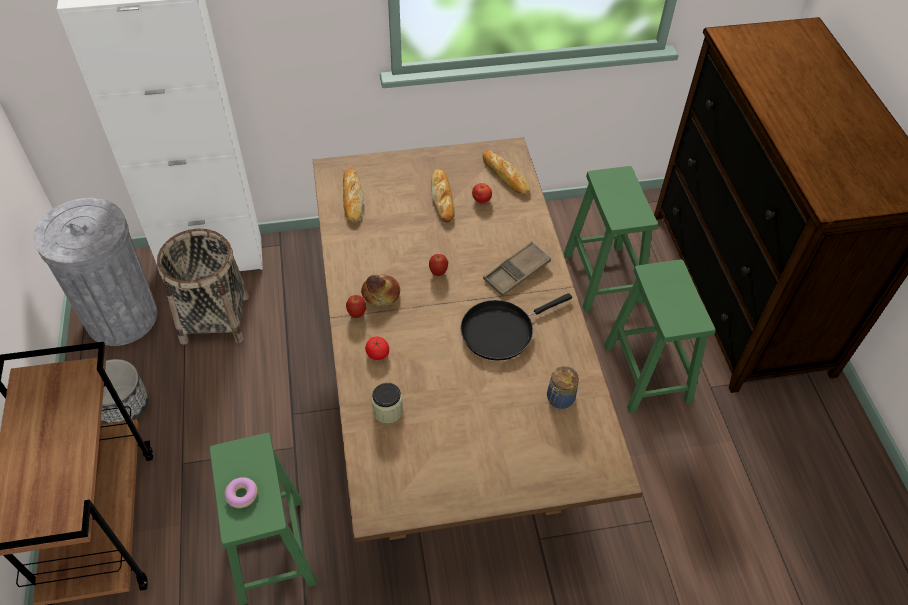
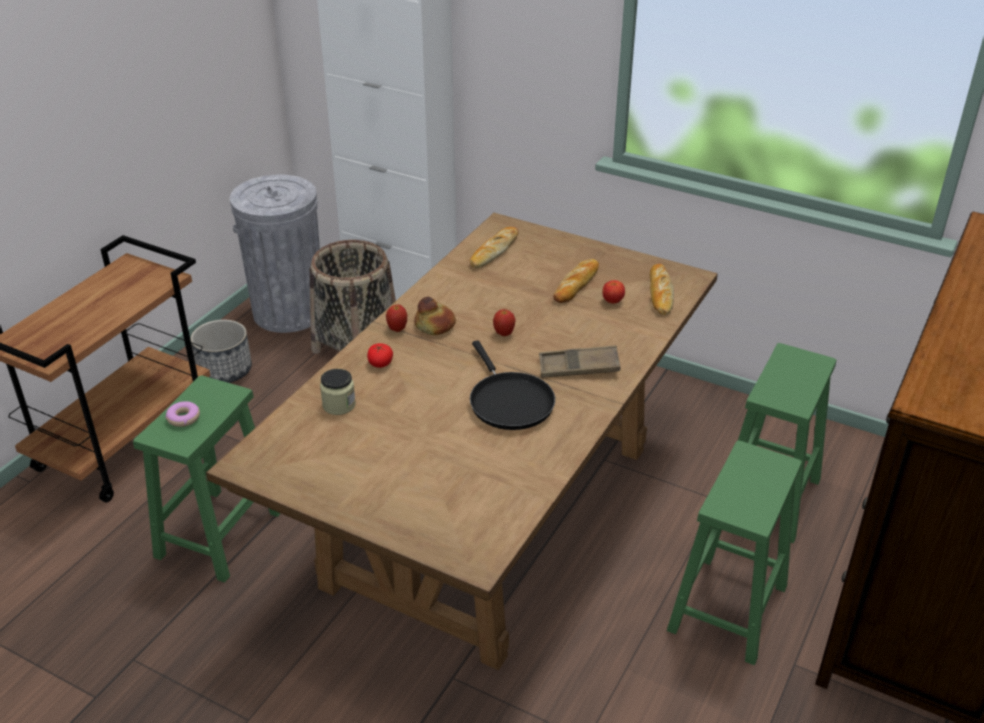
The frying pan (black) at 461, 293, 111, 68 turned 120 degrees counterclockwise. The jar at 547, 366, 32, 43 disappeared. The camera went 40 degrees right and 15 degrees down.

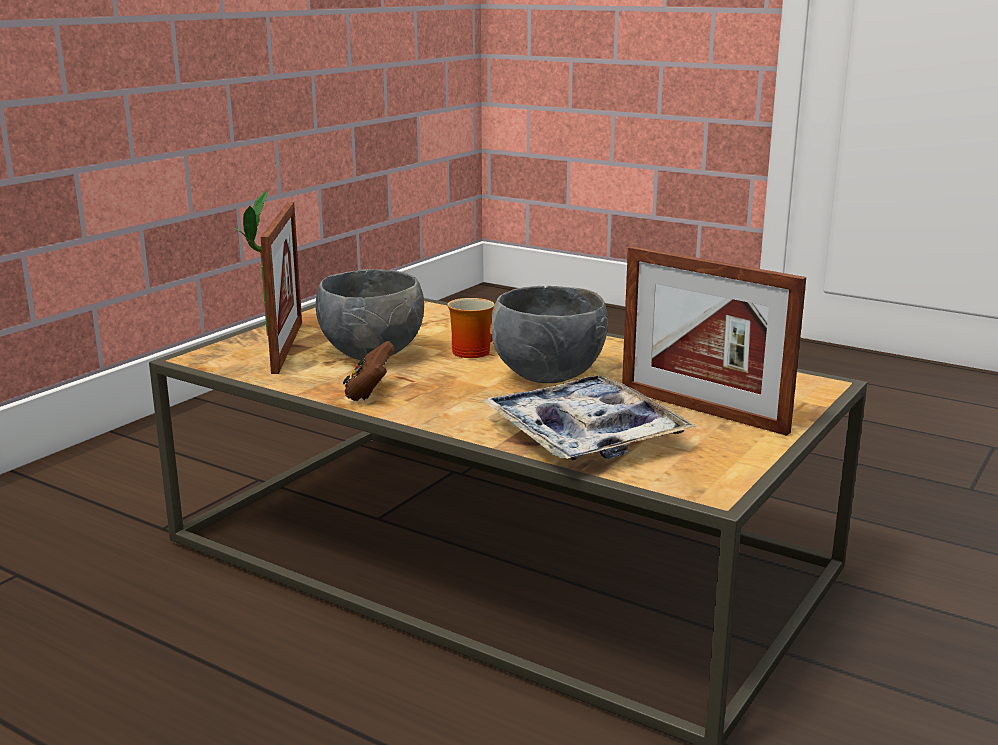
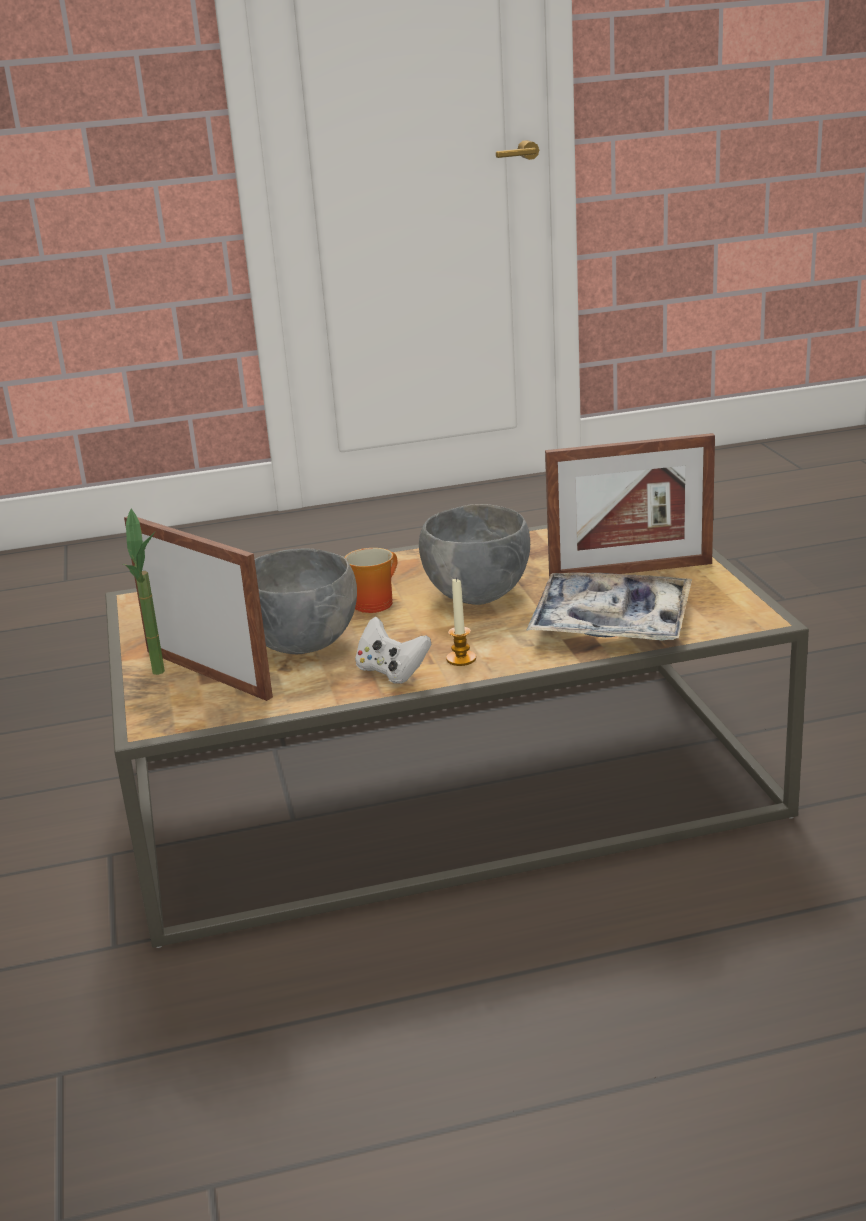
The game controller (brown) at 343, 341, 52, 60 became the game controller (white) at 355, 617, 77, 67. The candle at 446, 578, 30, 88 appeared. The camera went 45 degrees left and 5 degrees up.

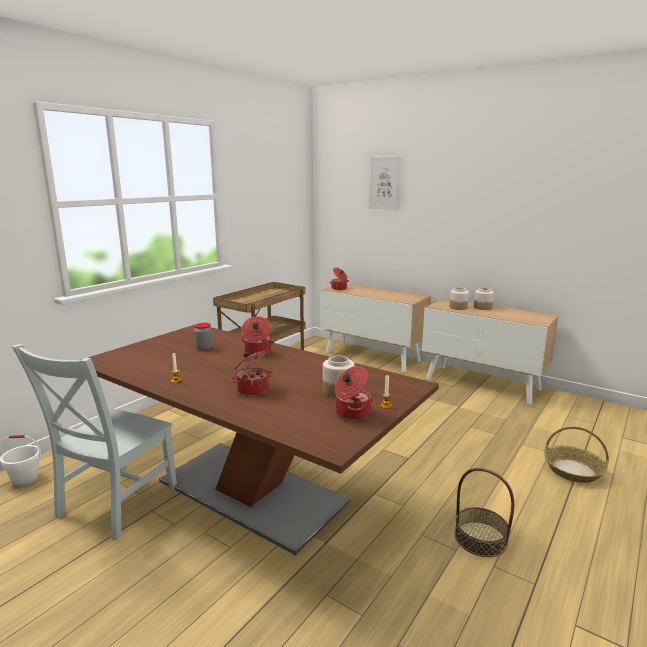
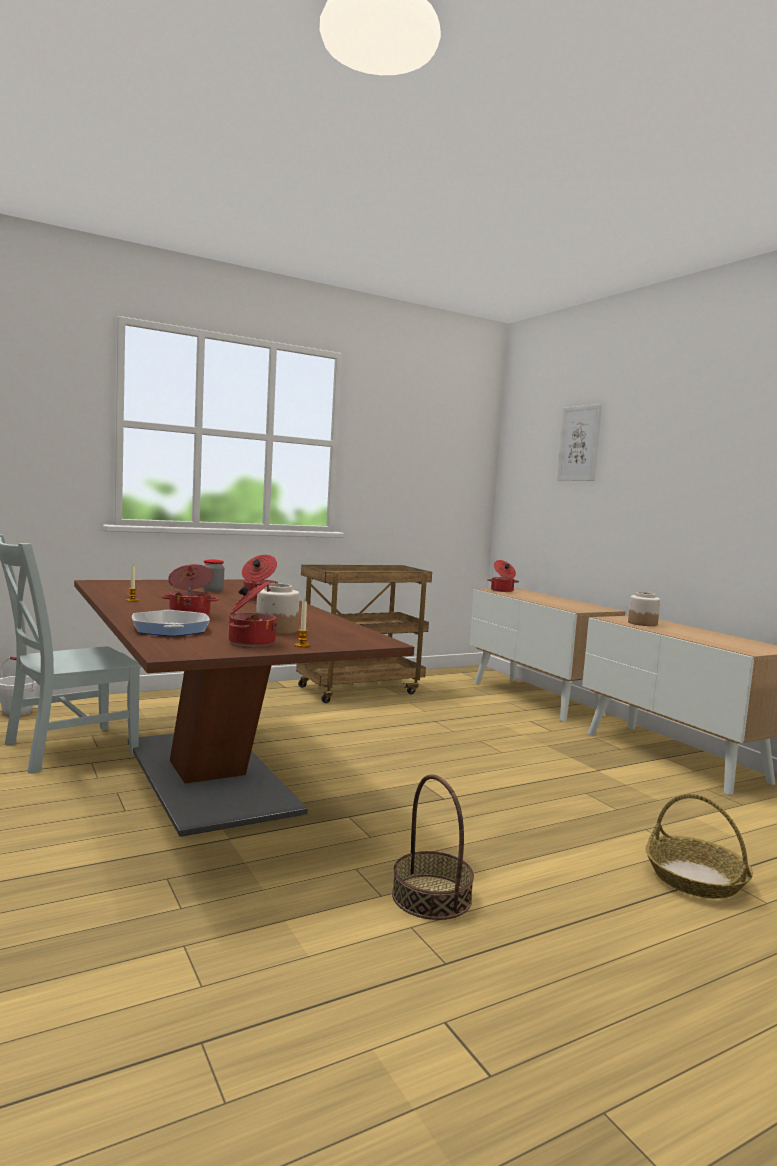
The jar at 474, 288, 20, 22 disappeared. The frying pan at 132, 610, 78, 26 appeared. The camera went 25 degrees right and 10 degrees down.

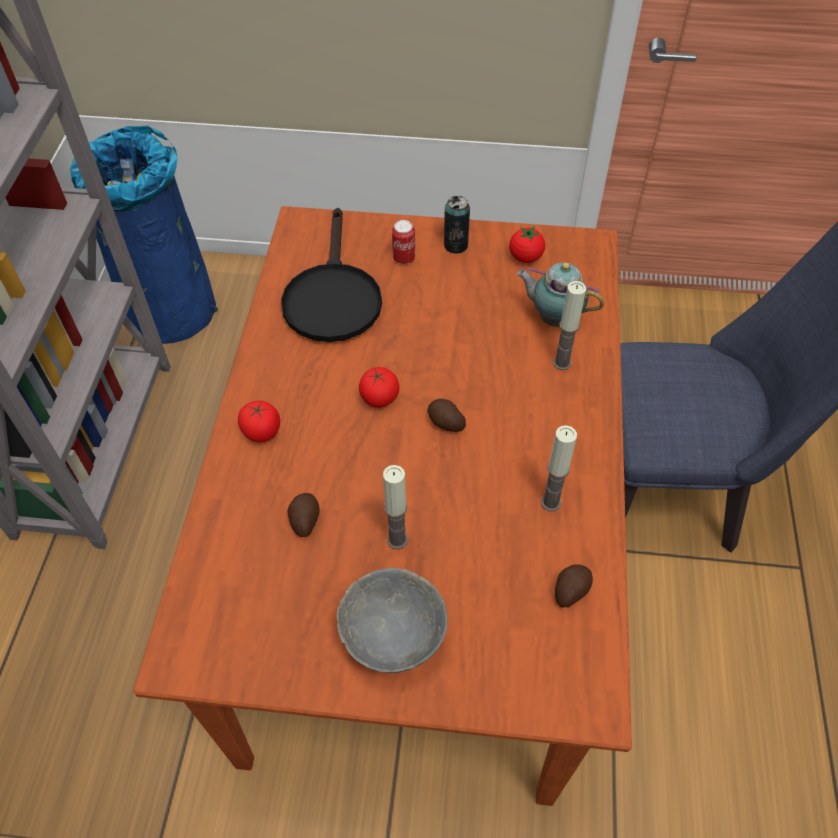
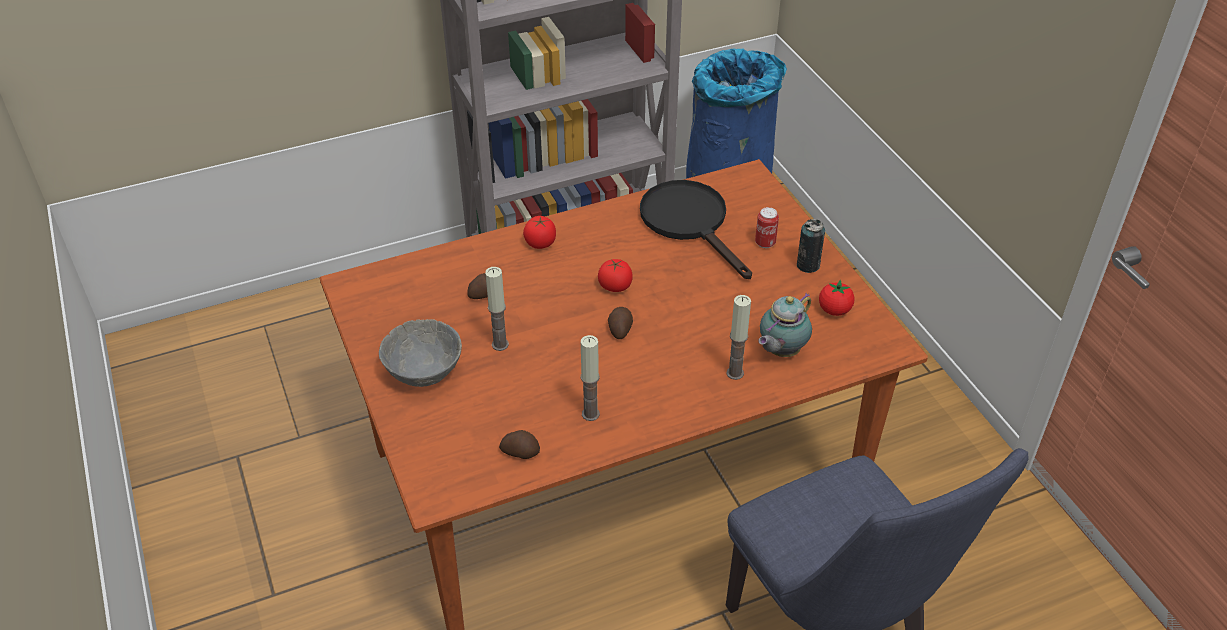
The frying pan (black) at 281, 208, 101, 134 turned 90 degrees clockwise. The teapot at 517, 262, 87, 65 turned 135 degrees counterclockwise. The camera went 60 degrees right and 10 degrees down.

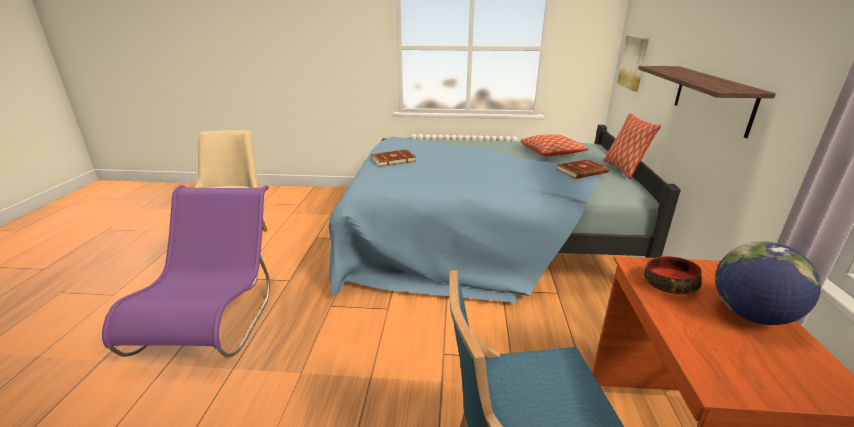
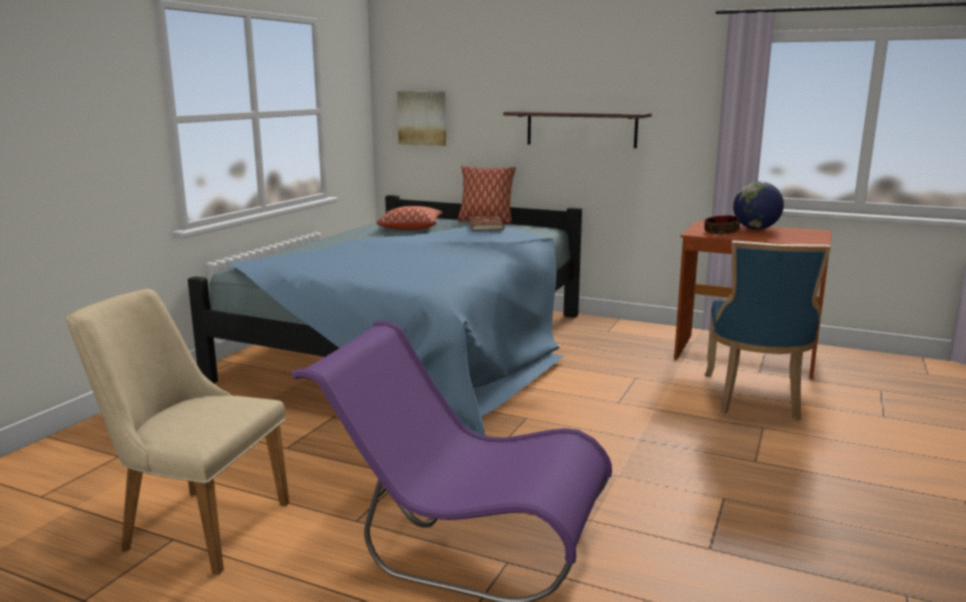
The book (brown) at 371, 150, 45, 17 disappeared. The camera went 70 degrees left and 10 degrees down.

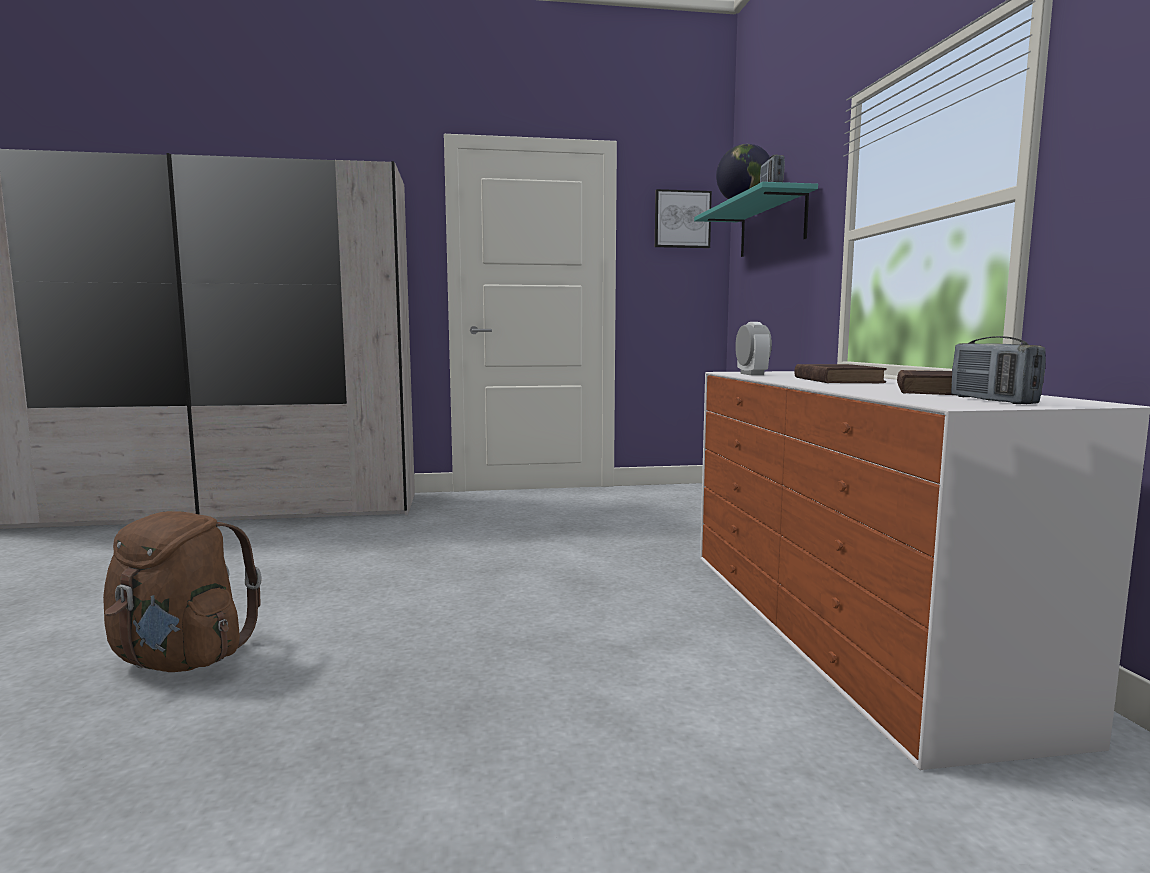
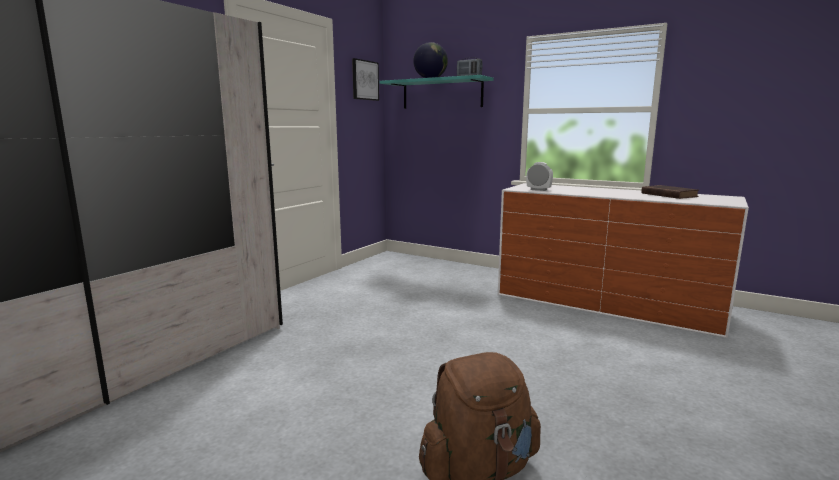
The book (brown) at 794, 364, 93, 19 disappeared. The radio at 951, 336, 95, 68 disappeared. The camera went 50 degrees left and 5 degrees up.

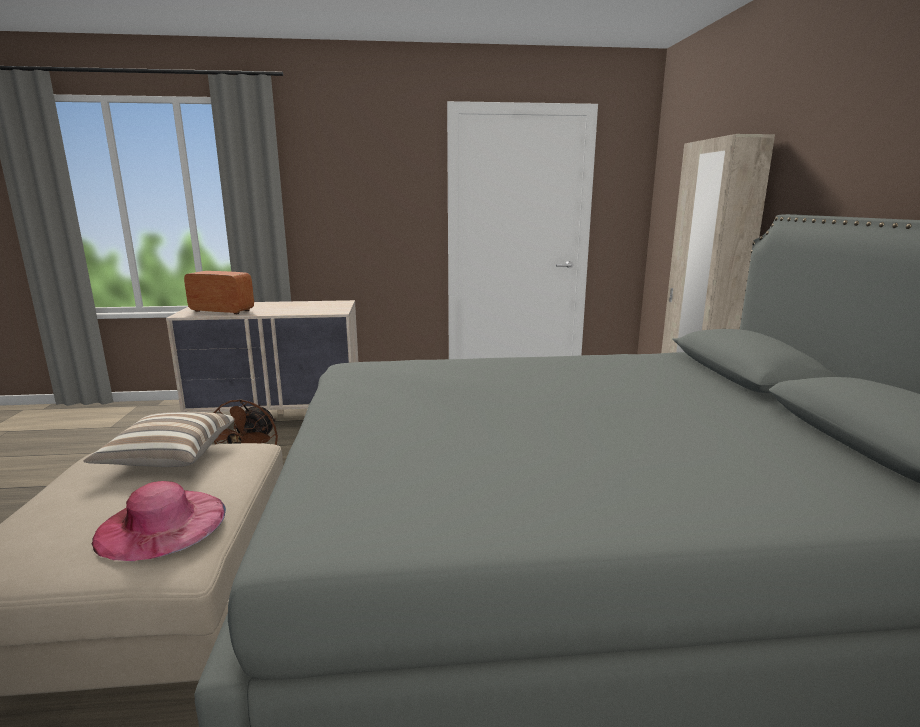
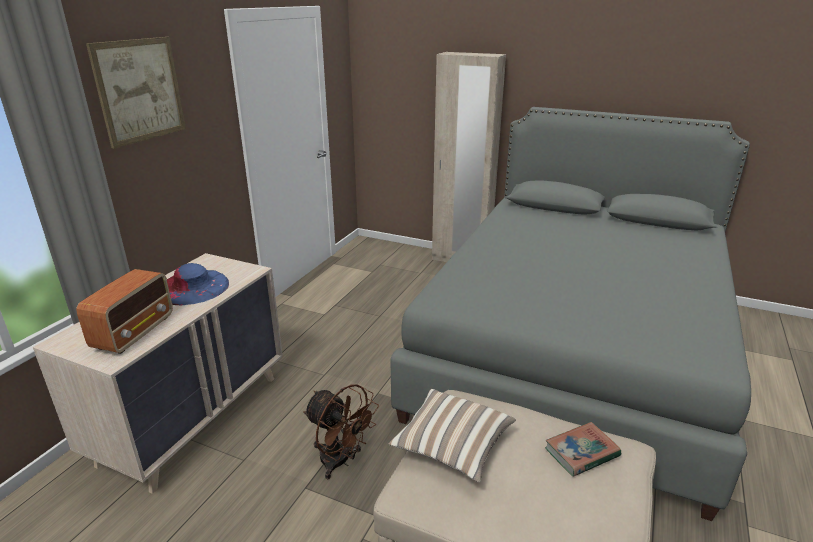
The hat (pink) at 92, 481, 134, 80 was replaced by the book at 545, 422, 76, 55. The radio at 184, 271, 70, 43 turned 150 degrees clockwise. The picture at 86, 37, 100, 112 appeared. The hat (blue) at 167, 263, 62, 42 appeared. The camera went 60 degrees left and 10 degrees up.

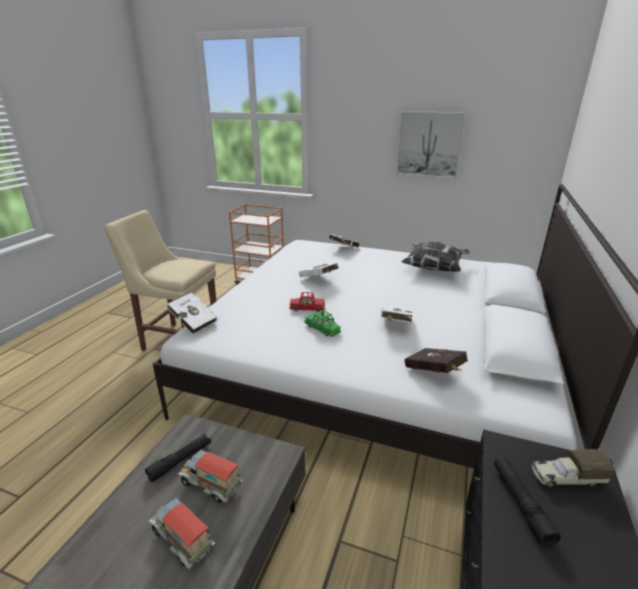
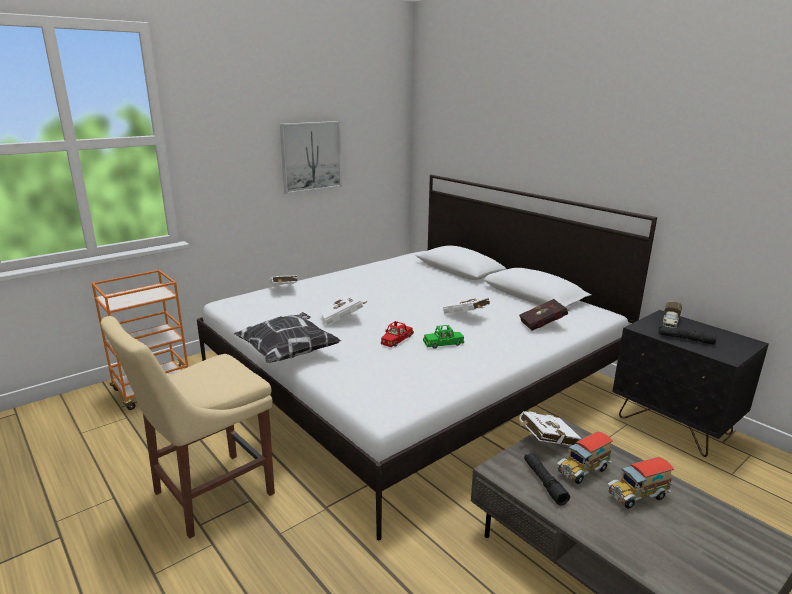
The book (white) moved from 167, 293, 51, 42 to 518, 411, 64, 35. The pillow moved from 401, 242, 69, 30 to 234, 312, 107, 51. The camera went 60 degrees left and 5 degrees down.

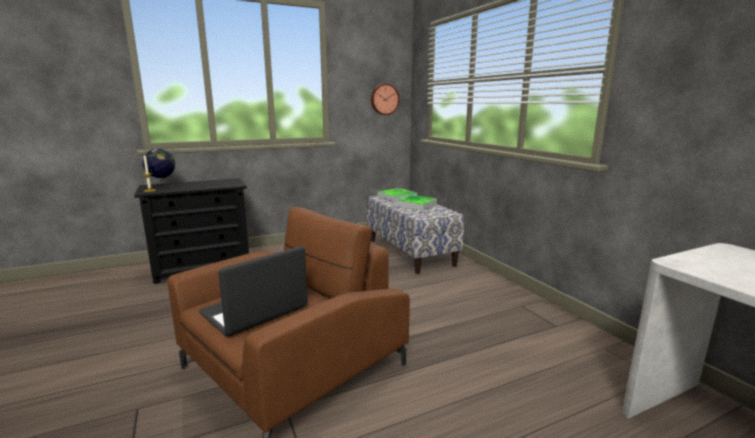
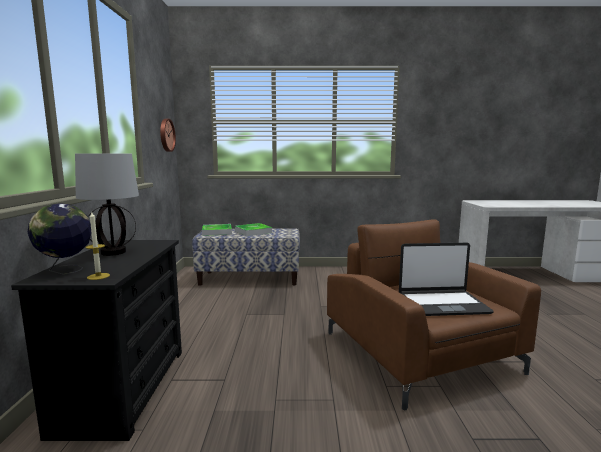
The laptop at 199, 246, 109, 90 turned 75 degrees counterclockwise. The table lamp at 75, 153, 64, 103 appeared. The camera went 65 degrees left and 5 degrees down.

